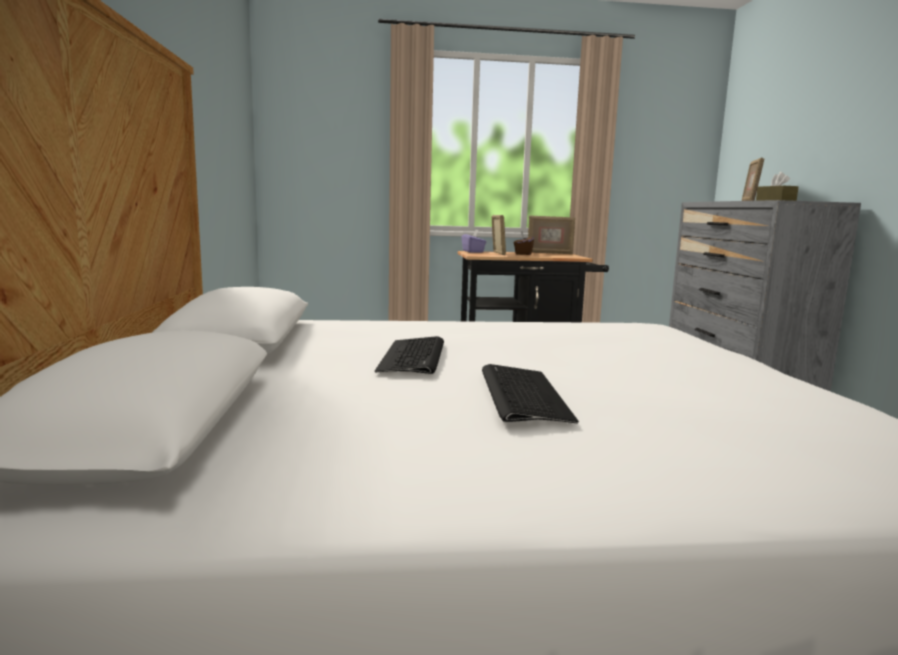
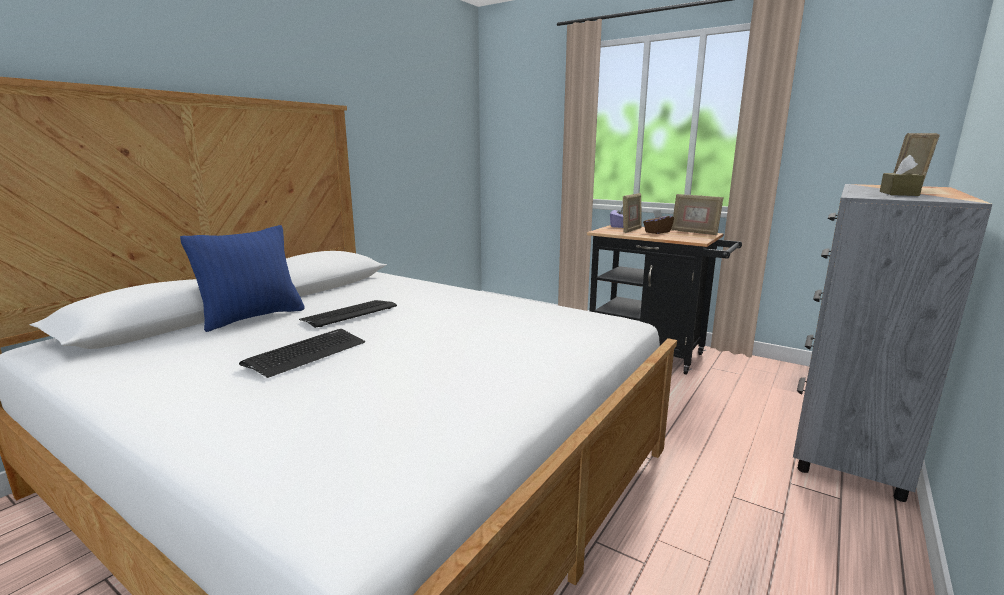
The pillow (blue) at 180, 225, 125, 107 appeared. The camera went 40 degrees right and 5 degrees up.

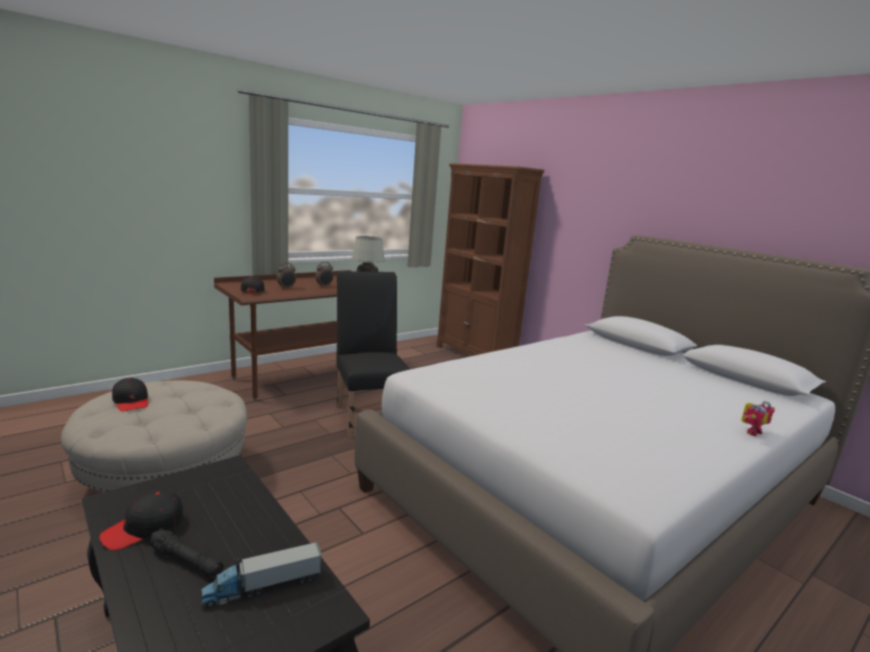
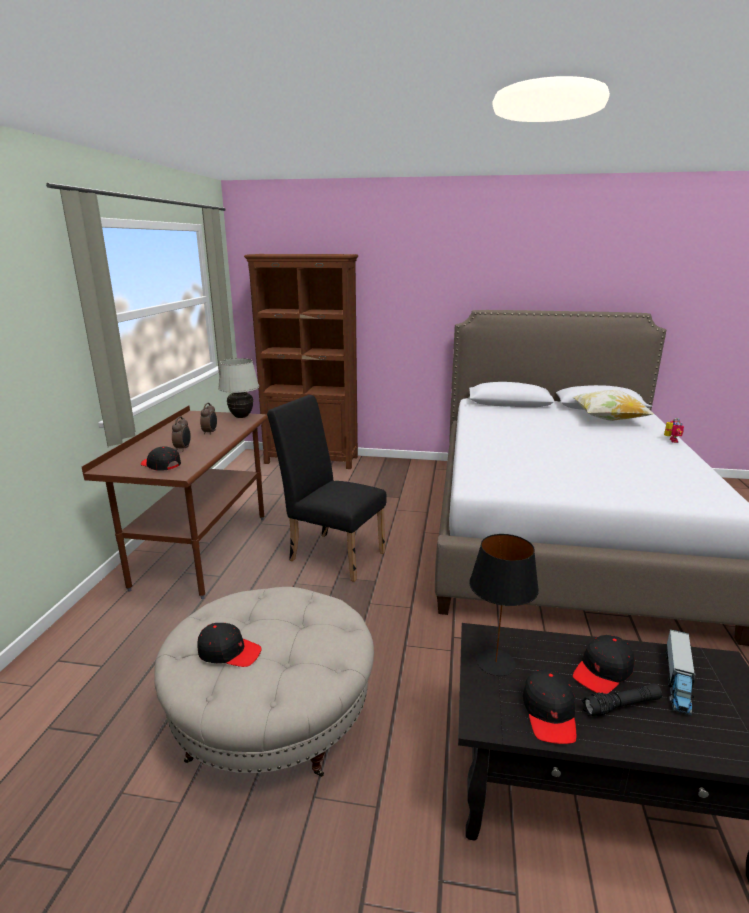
The table lamp (black) at 469, 534, 70, 142 appeared. The pillow at 572, 390, 81, 31 appeared. The cap (black) at 573, 635, 62, 59 appeared. The camera went 40 degrees left and 5 degrees up.

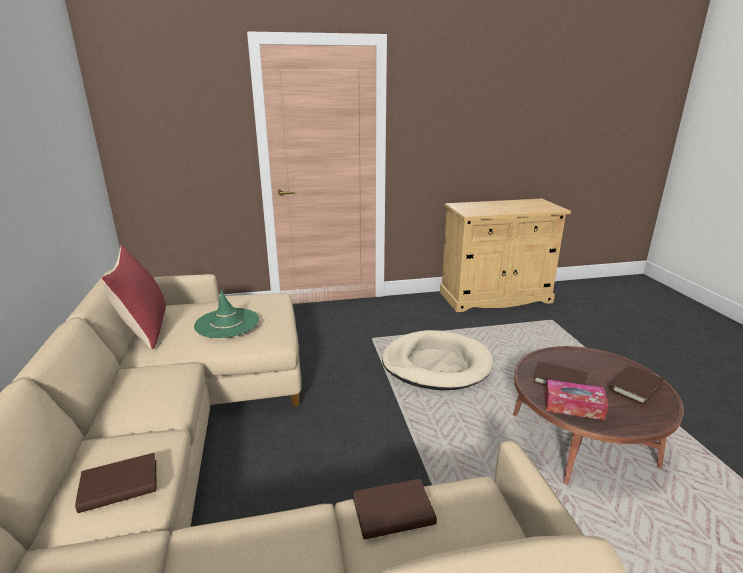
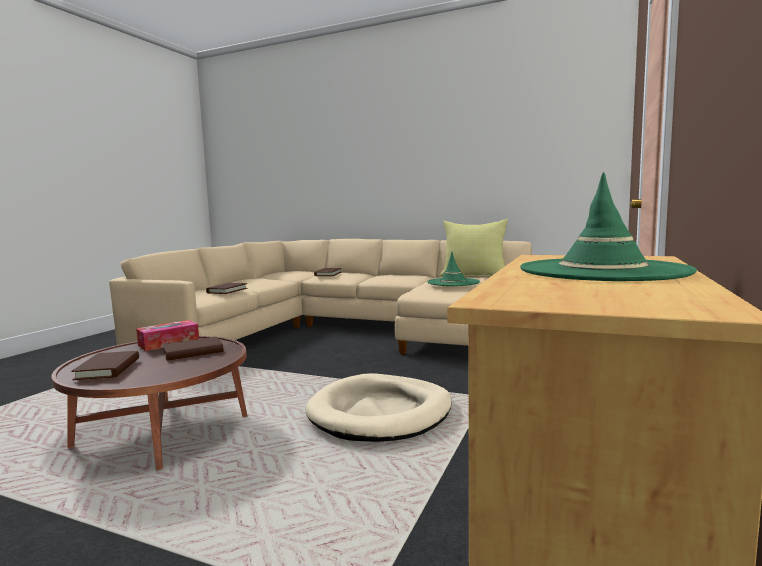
The pillow (red) at 101, 245, 65, 104 became the pillow (yellow) at 440, 219, 68, 58. The hat (green) at 520, 172, 177, 109 appeared. The camera went 125 degrees right and 15 degrees down.

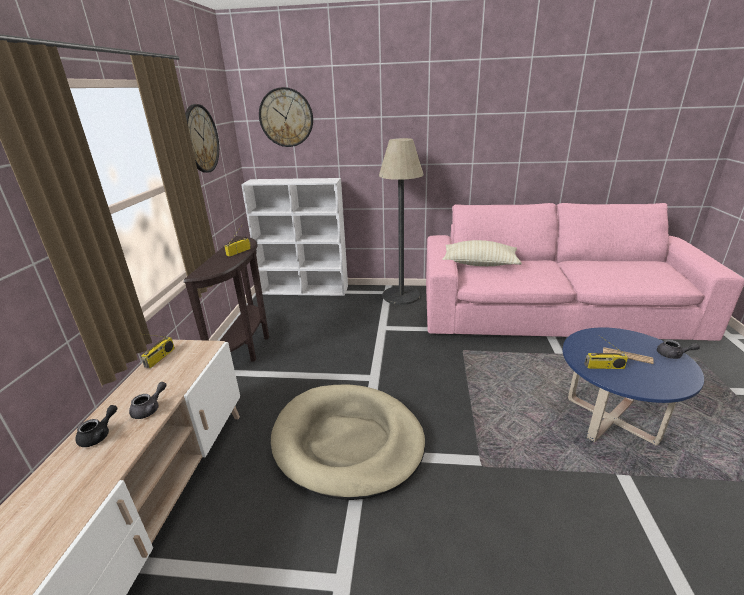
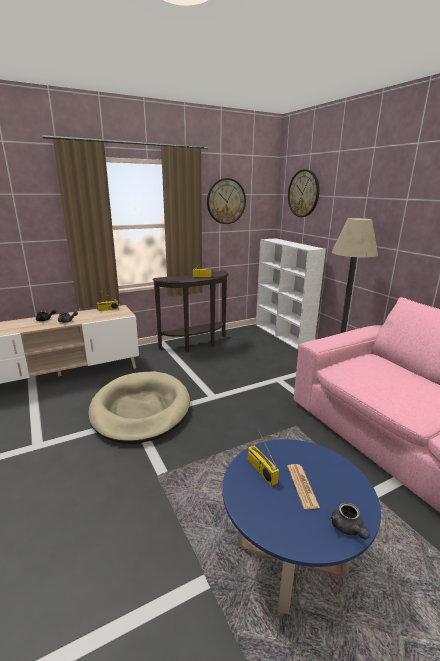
The pillow (beige) at 443, 240, 79, 26 disappeared. The camera went 55 degrees right and 5 degrees down.

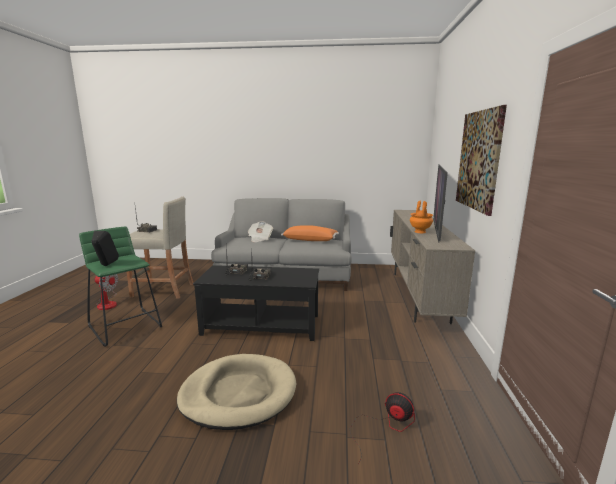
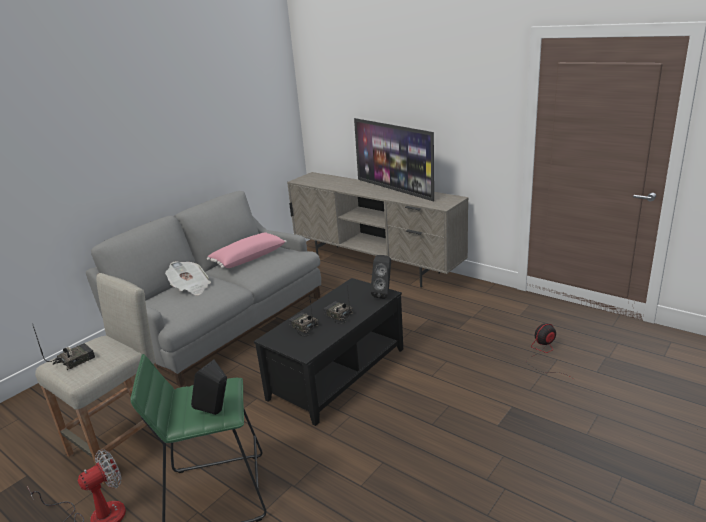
The dog bed (beige) at 177, 354, 120, 76 disappeared. The pillow (orange) at 281, 225, 58, 16 became the pillow (pink) at 207, 232, 80, 36. The vase (orange) at 410, 201, 23, 32 disappeared. The picture at 456, 105, 51, 111 disappeared. The speaker (black) at 371, 255, 20, 44 appeared. The camera went 55 degrees left and 10 degrees up.

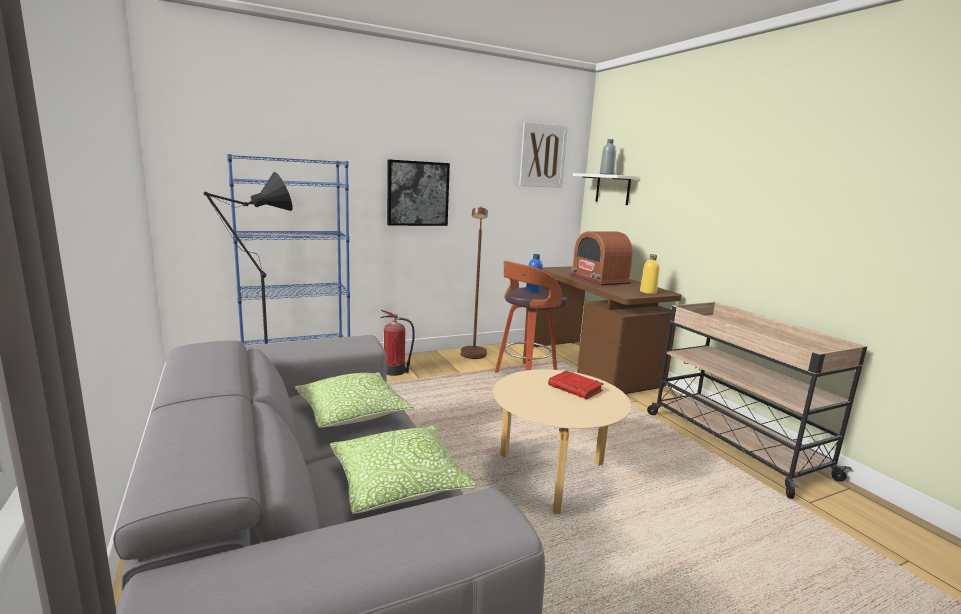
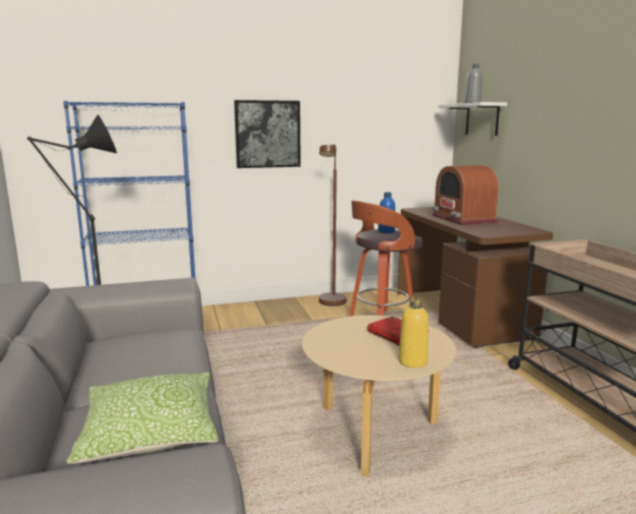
The pillow at 295, 372, 119, 56 disappeared. The fire extinguisher at 380, 310, 35, 66 disappeared. The picture at 519, 122, 49, 66 disappeared. The bottle (yellow) moved from 640, 254, 20, 40 to 398, 297, 31, 71. The camera went 10 degrees right and 0 degrees up.

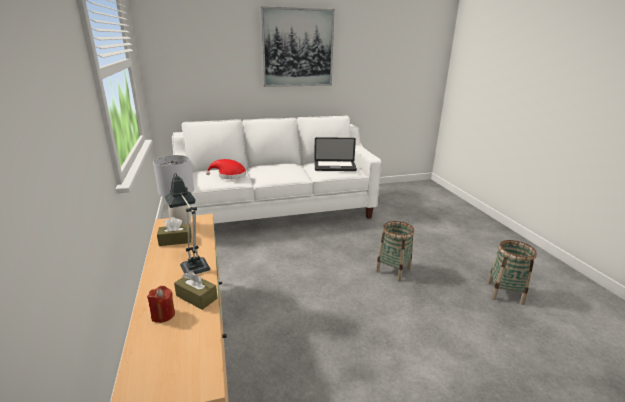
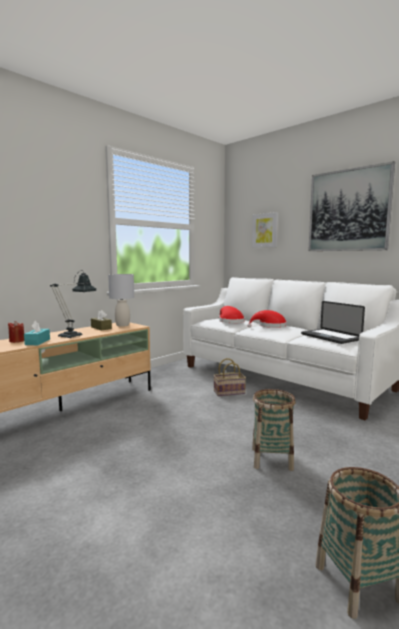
The tissue box (brown) at 174, 271, 44, 39 became the tissue box (turquoise) at 24, 321, 26, 24. The basket at 213, 358, 33, 38 appeared. The hat (red) at 247, 310, 40, 18 appeared. The picture at 252, 212, 26, 36 appeared. The camera went 60 degrees right and 15 degrees down.

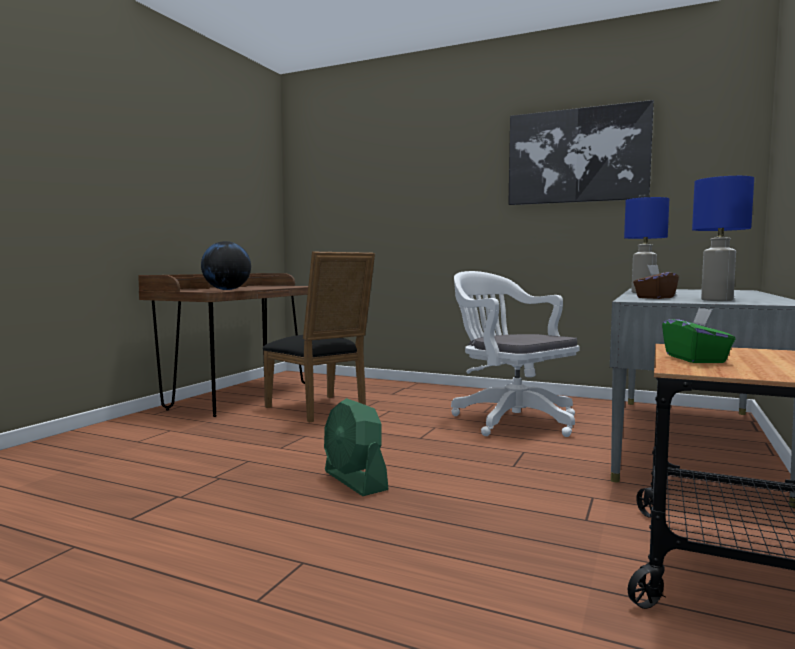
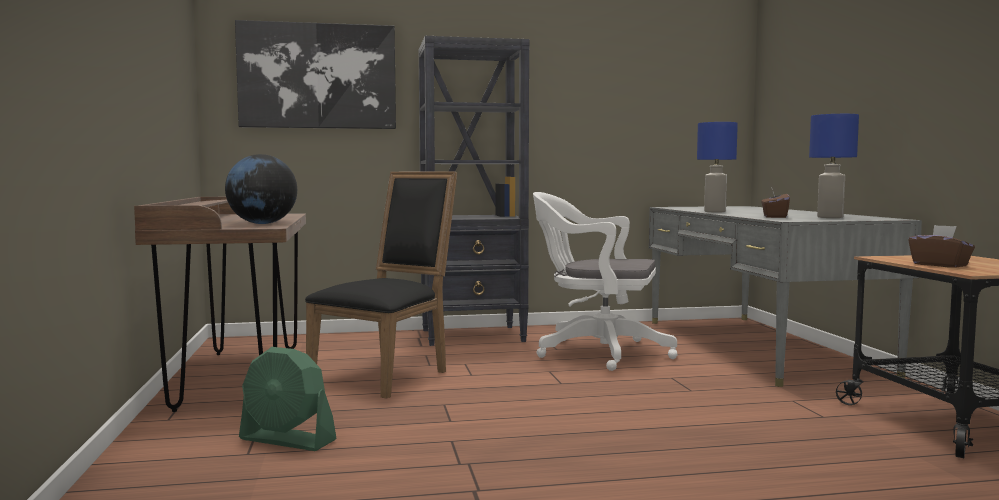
The chair (black) at 263, 252, 112, 171 turned 75 degrees counterclockwise. The fan (green) moved from 324, 398, 65, 98 to 239, 347, 98, 104. The picture moved from 508, 100, 146, 105 to 235, 20, 161, 109. The tissue box (green) at 662, 308, 73, 55 became the tissue box (brown) at 908, 225, 67, 43. The bookcase (black) at 418, 36, 112, 310 appeared. The camera went 35 degrees left and 0 degrees up.

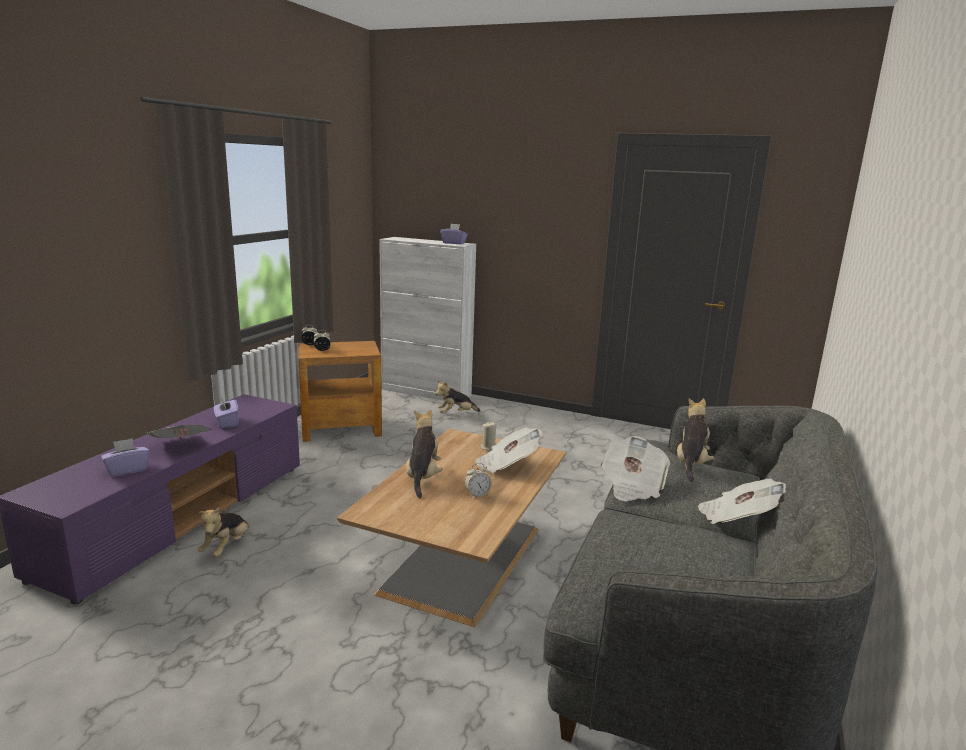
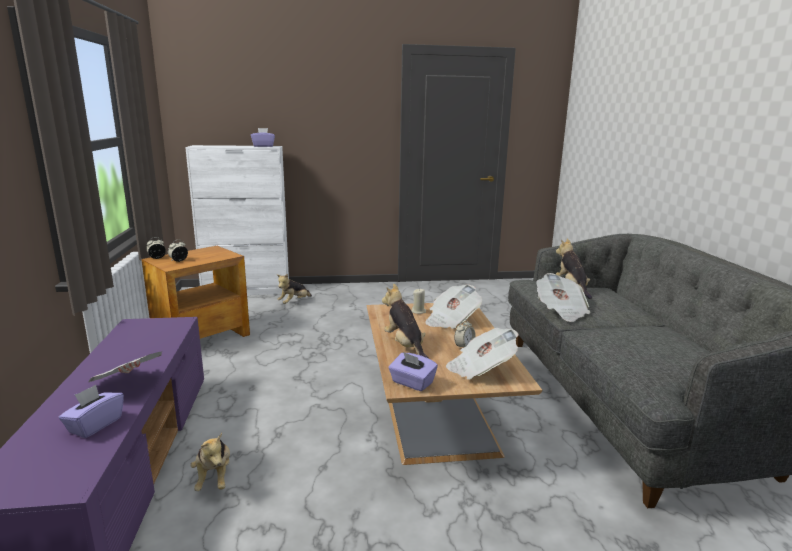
The tissue box (purple) moved from 214, 396, 25, 32 to 389, 352, 49, 39. The newspaper moved from 698, 479, 88, 45 to 446, 328, 73, 52. The camera went 30 degrees left and 0 degrees up.

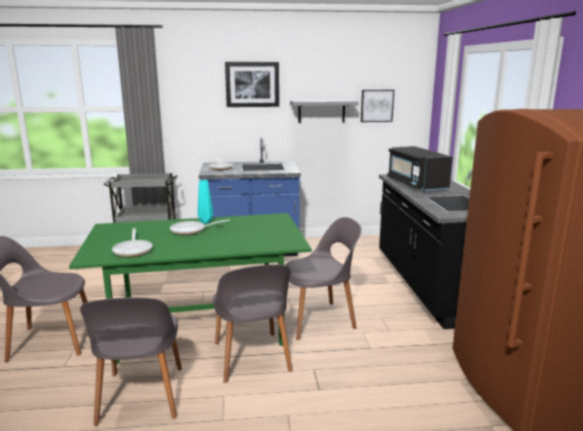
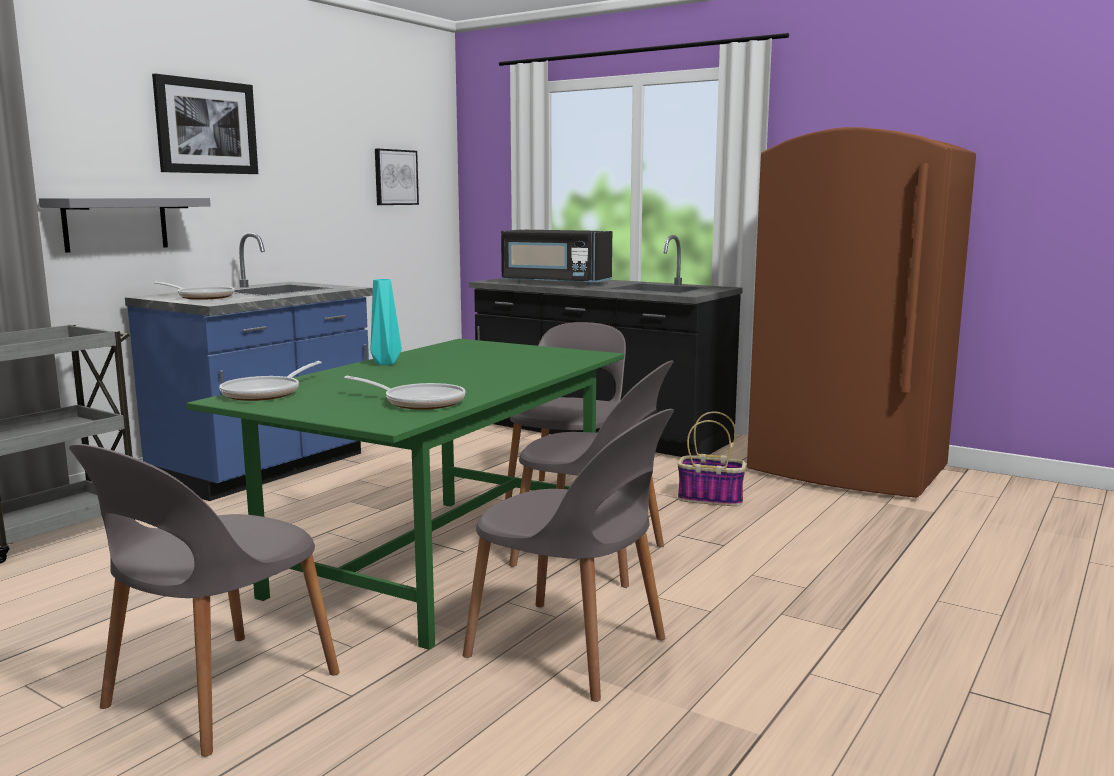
The frying pan moved from 170, 219, 60, 16 to 219, 361, 103, 40. The shelf (grey) moved from 290, 100, 69, 23 to 39, 198, 172, 55. The basket at 678, 411, 68, 95 appeared. The camera went 50 degrees left and 5 degrees down.

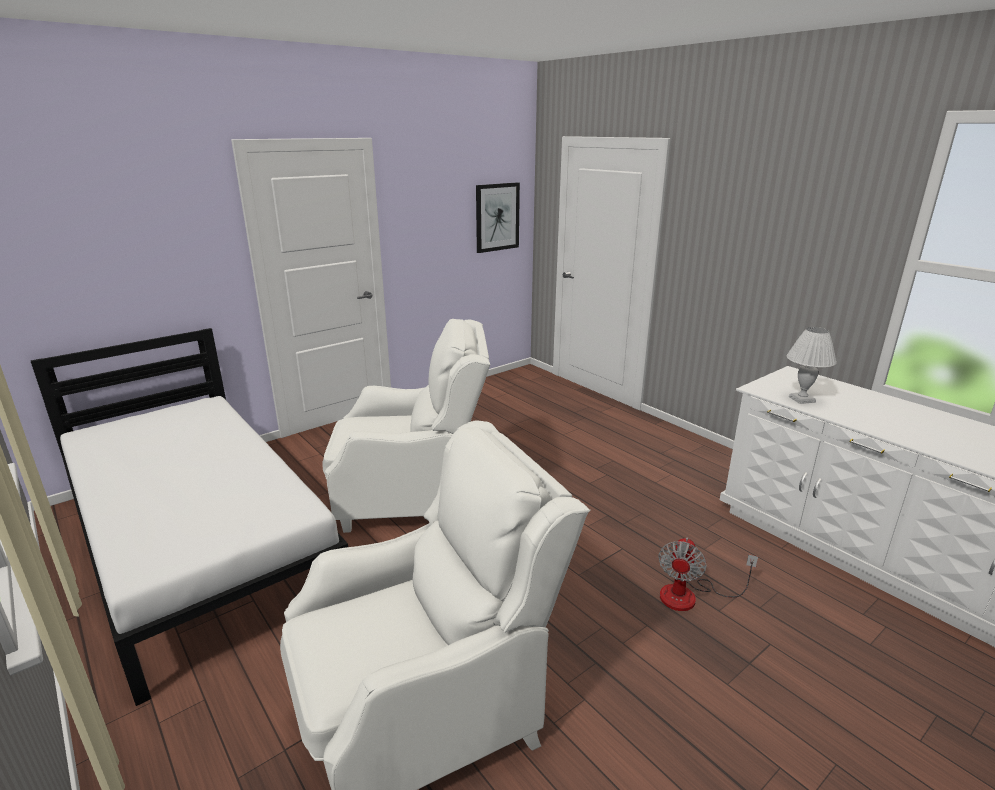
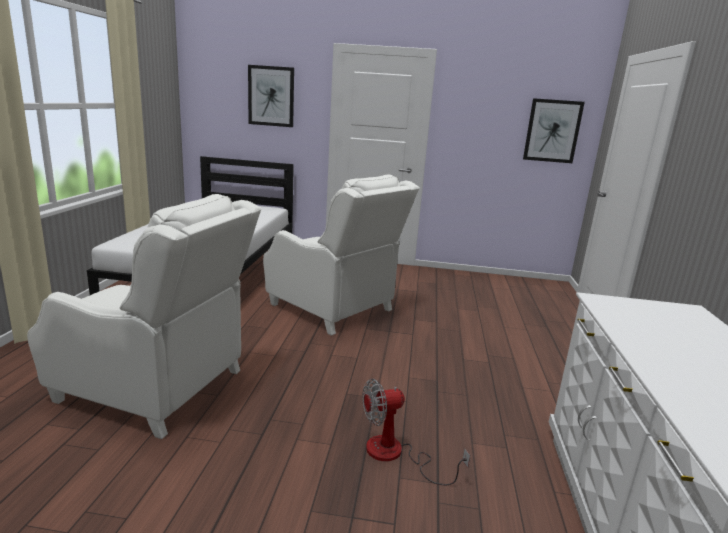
The table lamp (white) at 786, 327, 51, 77 disappeared. The picture at 248, 65, 46, 62 appeared. The camera went 45 degrees right and 5 degrees down.

